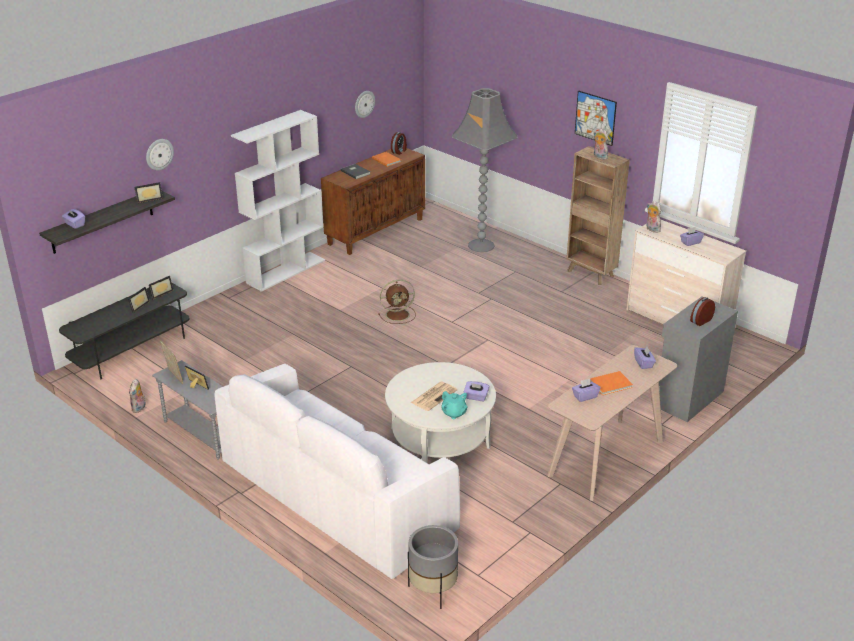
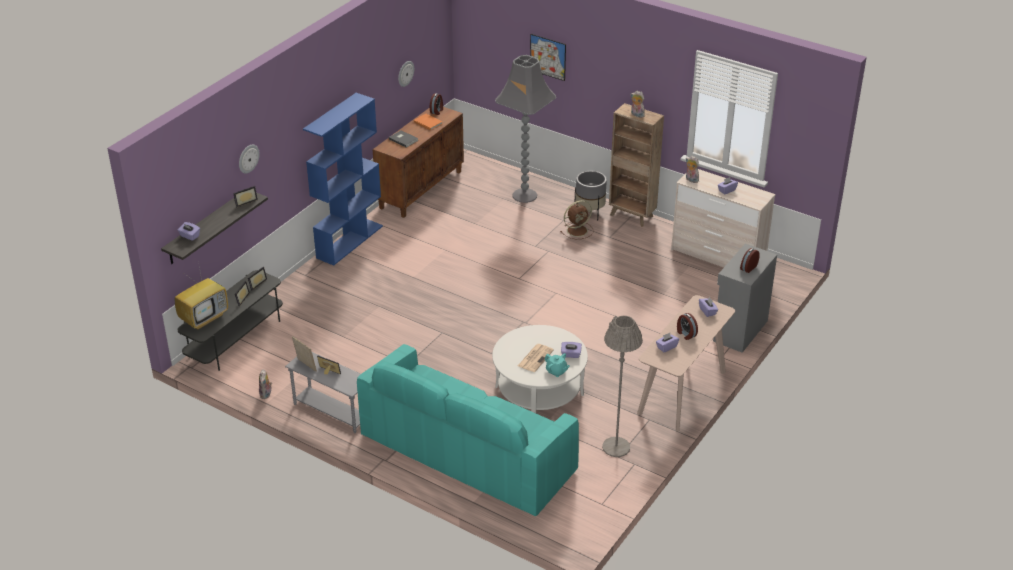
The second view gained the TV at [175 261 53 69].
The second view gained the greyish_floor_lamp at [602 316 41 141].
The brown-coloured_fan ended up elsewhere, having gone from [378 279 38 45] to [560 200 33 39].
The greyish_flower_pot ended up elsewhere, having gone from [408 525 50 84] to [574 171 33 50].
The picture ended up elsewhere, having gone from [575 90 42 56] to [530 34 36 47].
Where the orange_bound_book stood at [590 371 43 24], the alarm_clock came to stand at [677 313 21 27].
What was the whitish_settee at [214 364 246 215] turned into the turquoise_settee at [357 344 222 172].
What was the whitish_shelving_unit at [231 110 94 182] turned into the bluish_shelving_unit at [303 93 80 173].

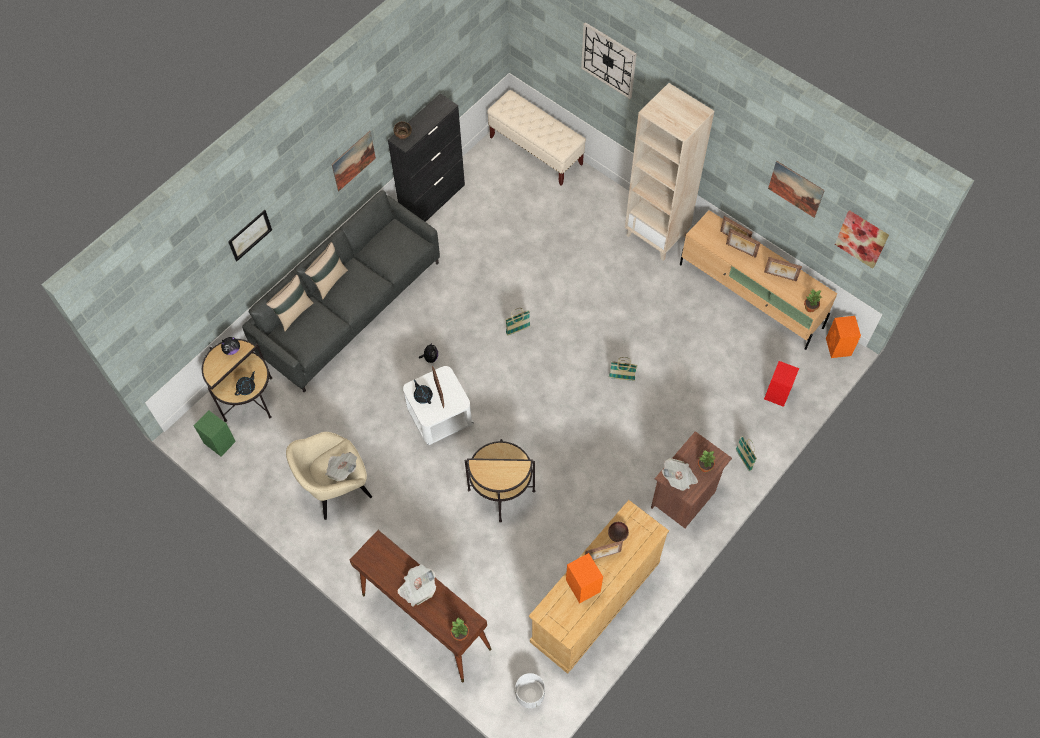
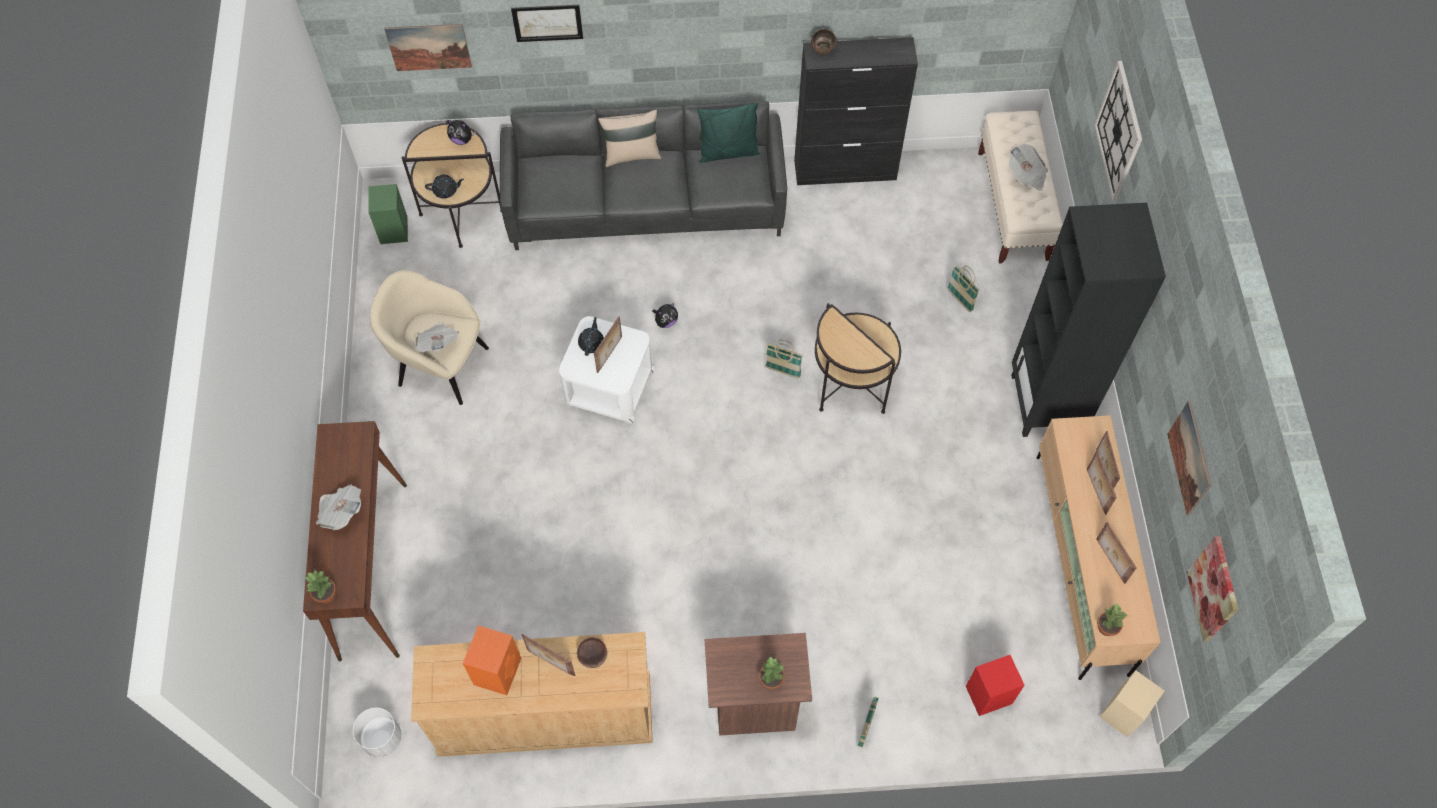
The second view lost the sand-coloured_pillow at [266 274 48 57].
The second view gained the green_pillow at [697 102 63 61].
The picture ended up elsewhere, having gone from [332 131 44 60] to [384 24 88 47].
The accent_table ended up elsewhere, having gone from [465 439 70 84] to [815 303 86 111].
The storage_basket ended up elsewhere, having gone from [609 357 28 24] to [947 265 33 47].
The newspaper ended up elsewhere, having gone from [662 458 36 33] to [1008 144 40 47].
What was the sand-coloured_shelving_unit at [625 83 89 178] turned into the blackish_shelving_unit at [1011 203 155 234].
What was the orange_speaker at [826 316 35 42] turned into the sand-coloured_speaker at [1100 670 64 67].

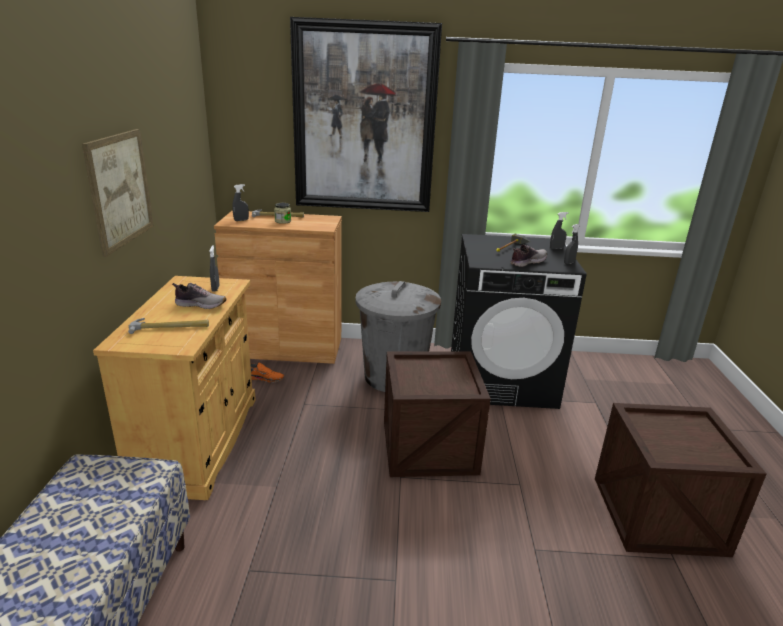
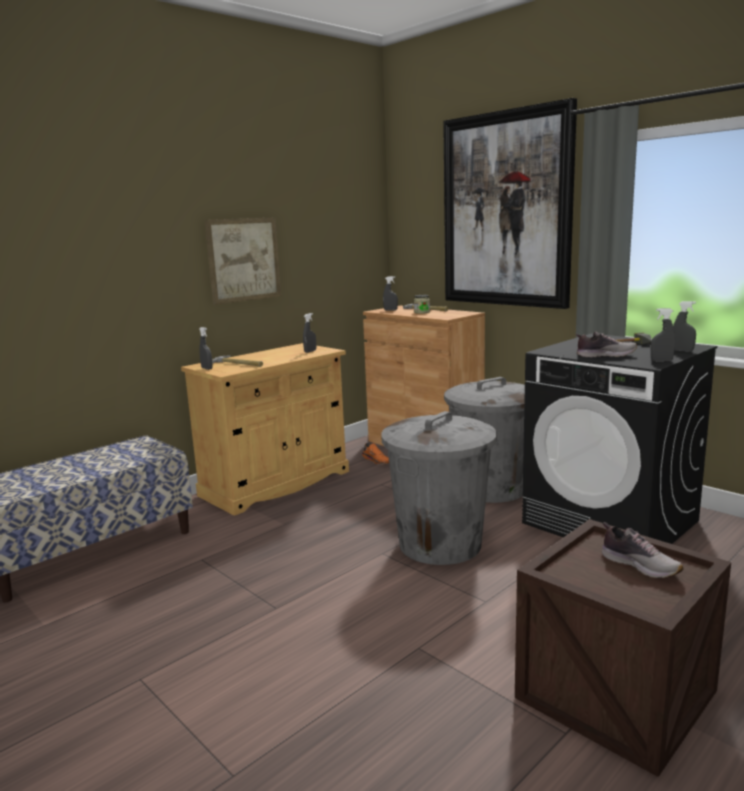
The second view gained the greyish_sprayer at [199 327 14 43].
The low_shoe ended up elsewhere, having gone from [172 283 55 26] to [602 522 81 56].
Where the shipping_crate stood at [384 351 107 126], the greyish_trash_can came to stand at [381 411 116 154].

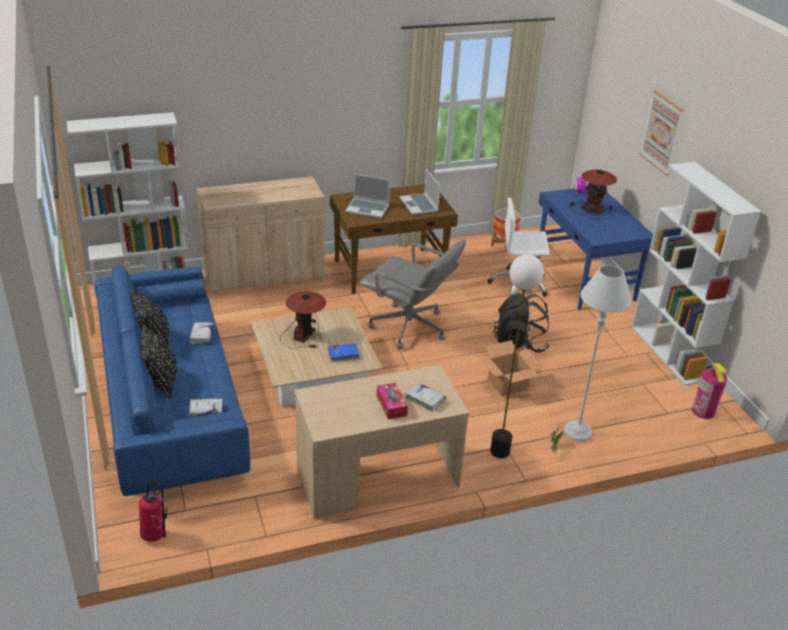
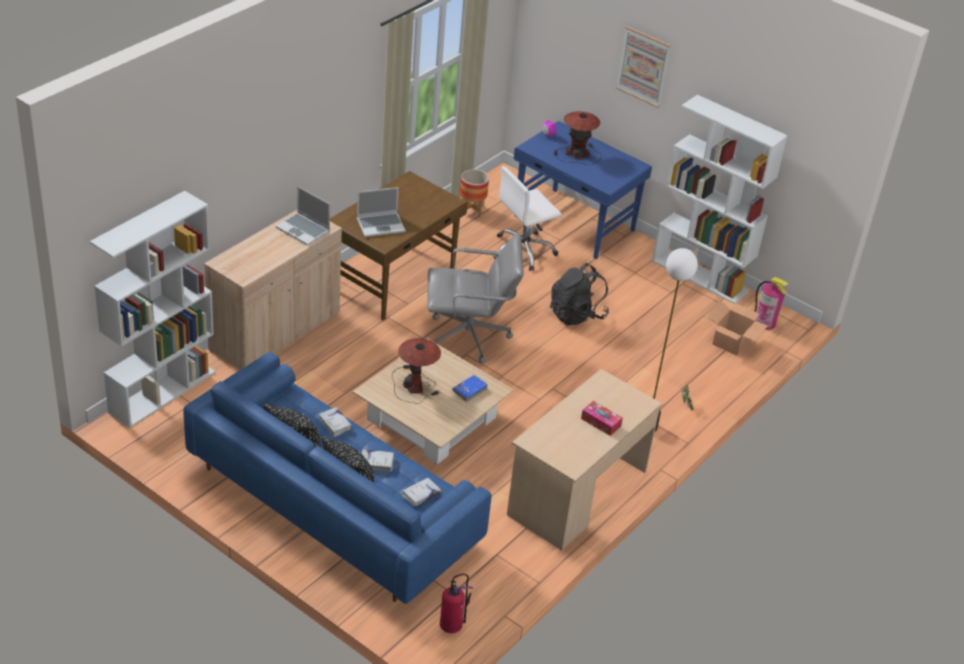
The second view lost the greyish_floor_lamp at [564 265 68 176].
The notebook_computer ended up elsewhere, having gone from [400 169 40 46] to [276 187 54 58].
The whitish_bound_book ended up elsewhere, having gone from [406 382 40 30] to [362 449 33 23].
The carton ended up elsewhere, having gone from [482 340 58 56] to [707 300 61 56].

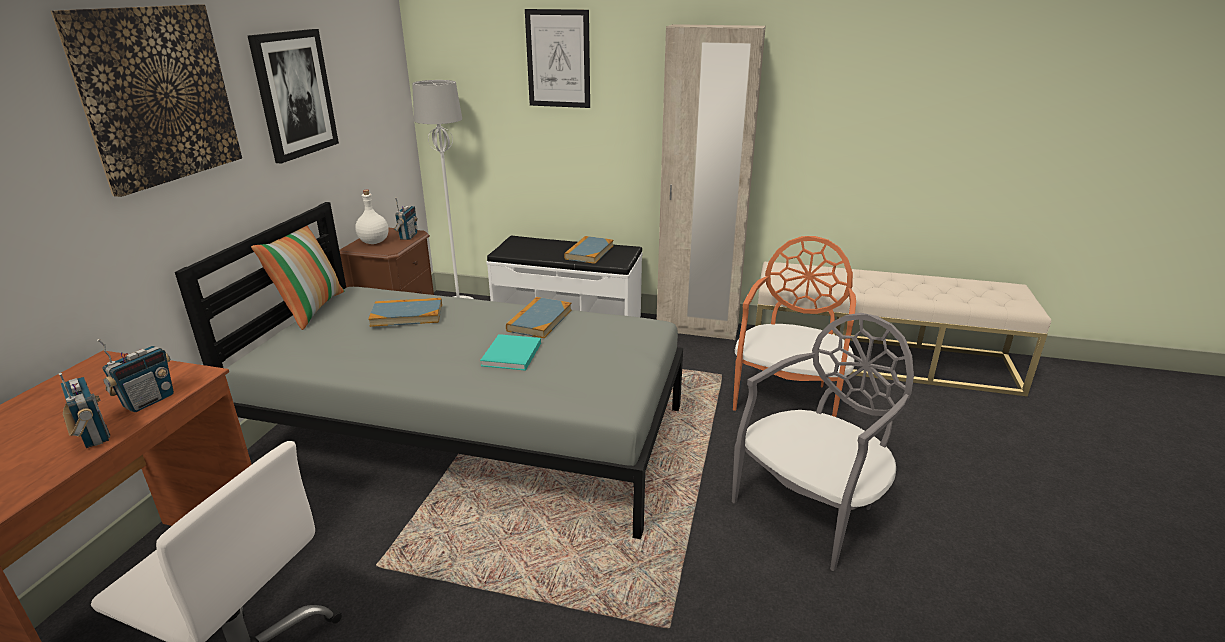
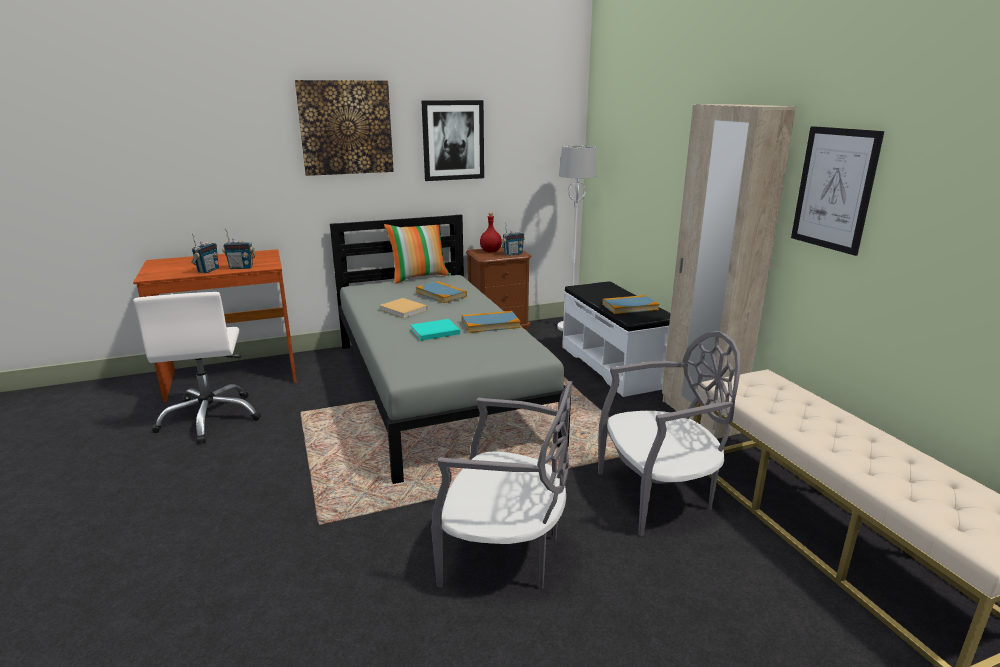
The second view gained the sand-coloured_bound_book at [379 298 49 20].
The picture ended up elsewhere, having gone from [525 9 65 99] to [791 126 93 130].
What was the whitish_bottle at [355 190 34 54] turned into the reddish_bottle at [480 213 22 39].
What was the orange_plain_chair at [733 236 123 181] turned into the greyish_plain_chair at [598 331 143 205].

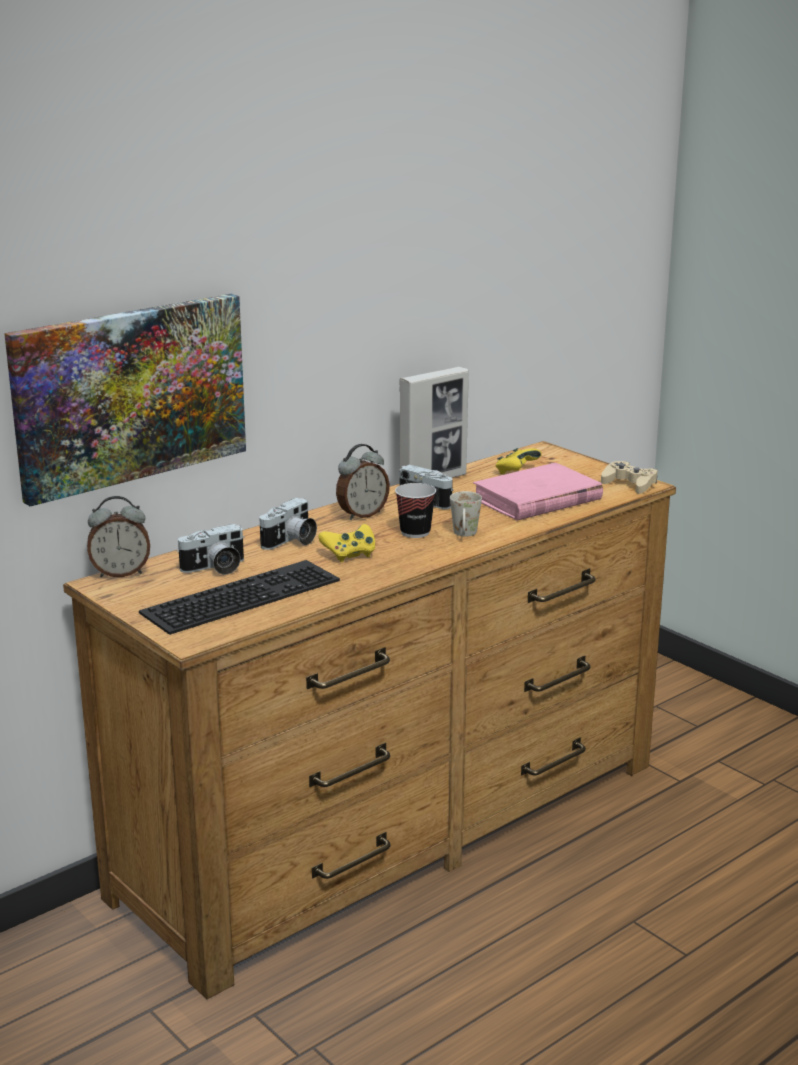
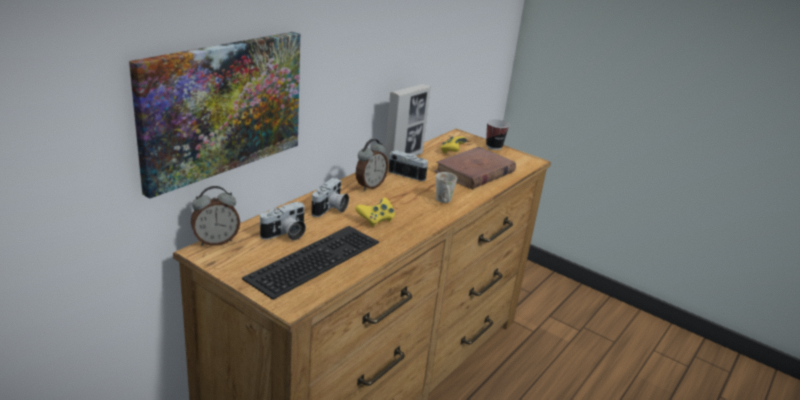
The second view lost the sand-coloured_joypad at [601 461 57 33].
The cup ended up elsewhere, having gone from [395 483 41 55] to [486 119 24 31].
What was the pink-coloured_bound_book at [473 463 130 58] turned into the brown-coloured_bound_book at [434 147 82 42].

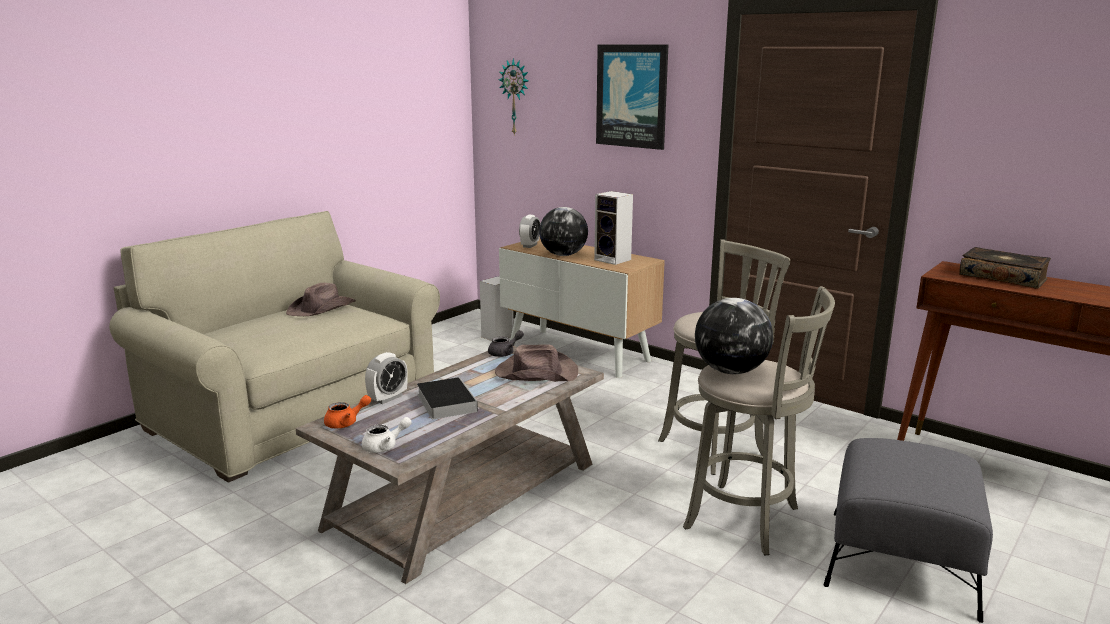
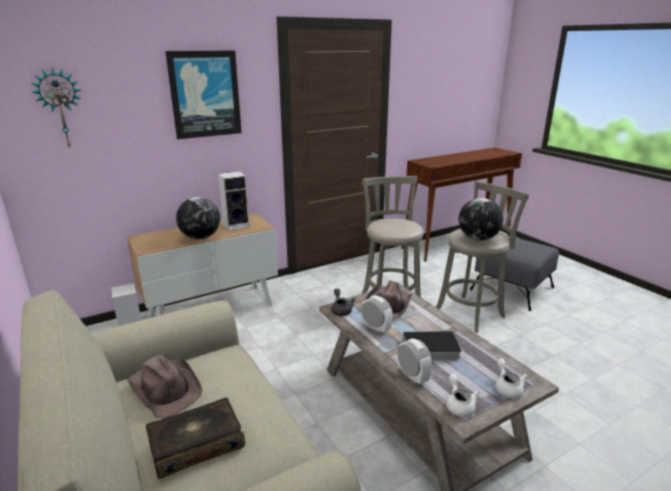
The alarm_clock ended up elsewhere, having gone from [519 215 21 33] to [361 295 32 39].
The bound_book ended up elsewhere, having gone from [959 247 92 42] to [146 398 99 81].
What was the orange_tea_pot at [324 395 47 33] turned into the whitish_tea_pot at [446 374 34 43].

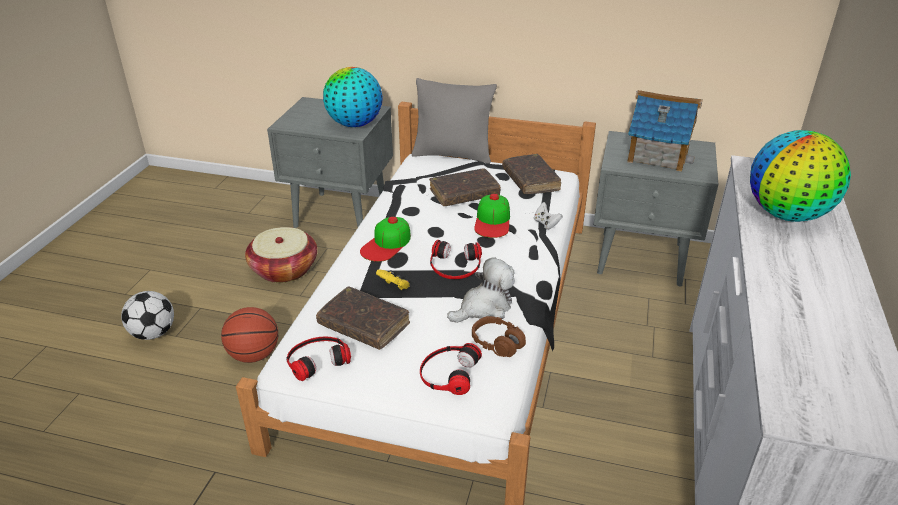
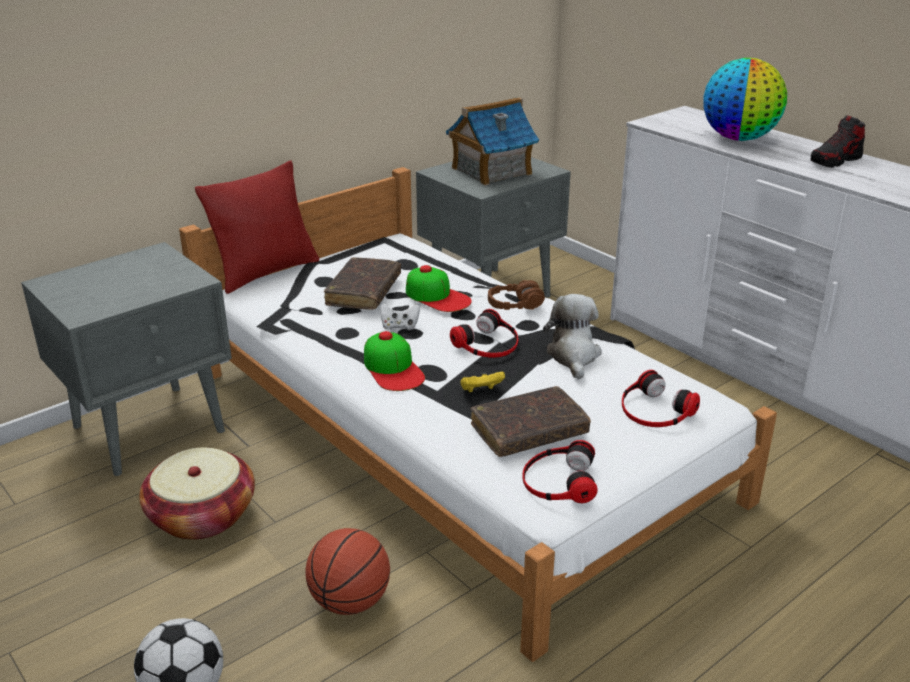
The second view lost the world_globe at [323 67 60 60].
The second view lost the brown-coloured_bound_book at [502 154 59 40].
The second view gained the low_shoe at [811 115 54 53].
The brown-coloured_pair_of_headphones ended up elsewhere, having gone from [472 316 54 41] to [488 280 57 30].
The whitish_joypad ended up elsewhere, having gone from [534 202 28 27] to [380 303 40 27].
What was the greyish_pillow at [412 78 85 86] turned into the reddish_pillow at [195 160 124 134].

